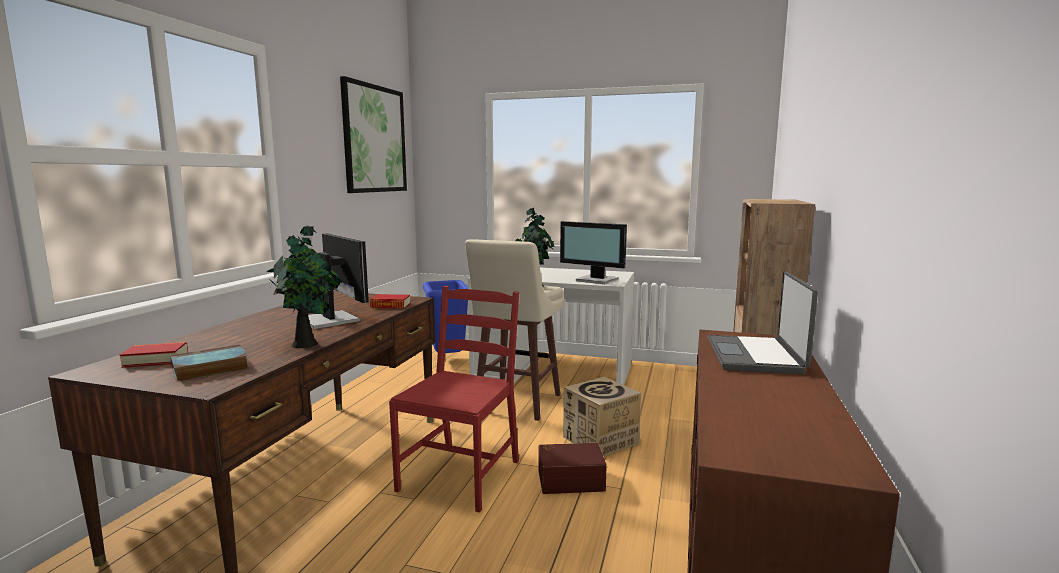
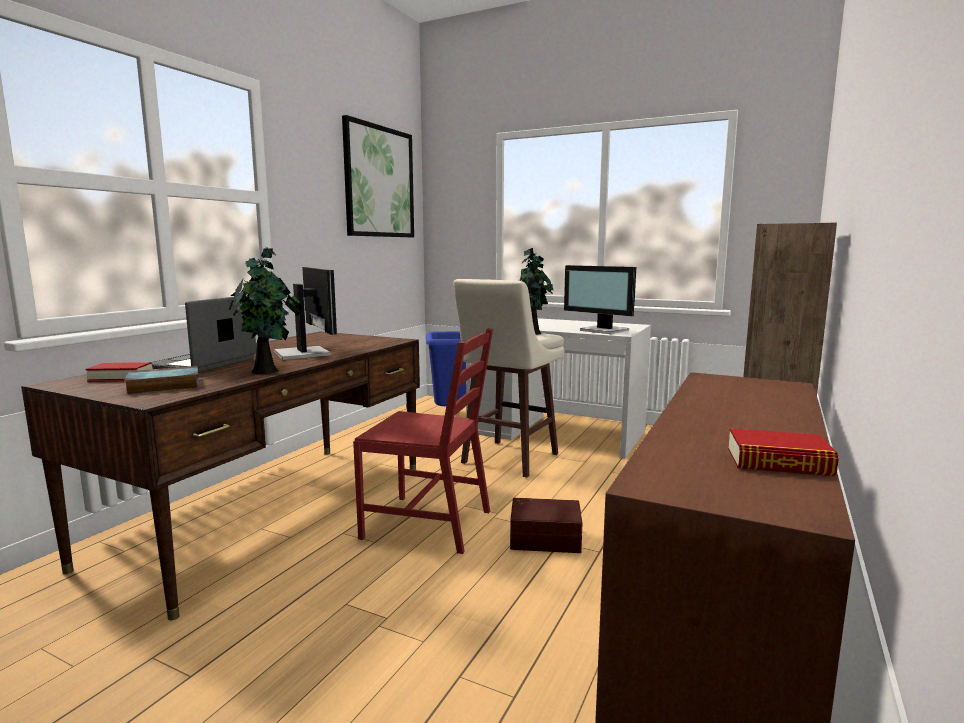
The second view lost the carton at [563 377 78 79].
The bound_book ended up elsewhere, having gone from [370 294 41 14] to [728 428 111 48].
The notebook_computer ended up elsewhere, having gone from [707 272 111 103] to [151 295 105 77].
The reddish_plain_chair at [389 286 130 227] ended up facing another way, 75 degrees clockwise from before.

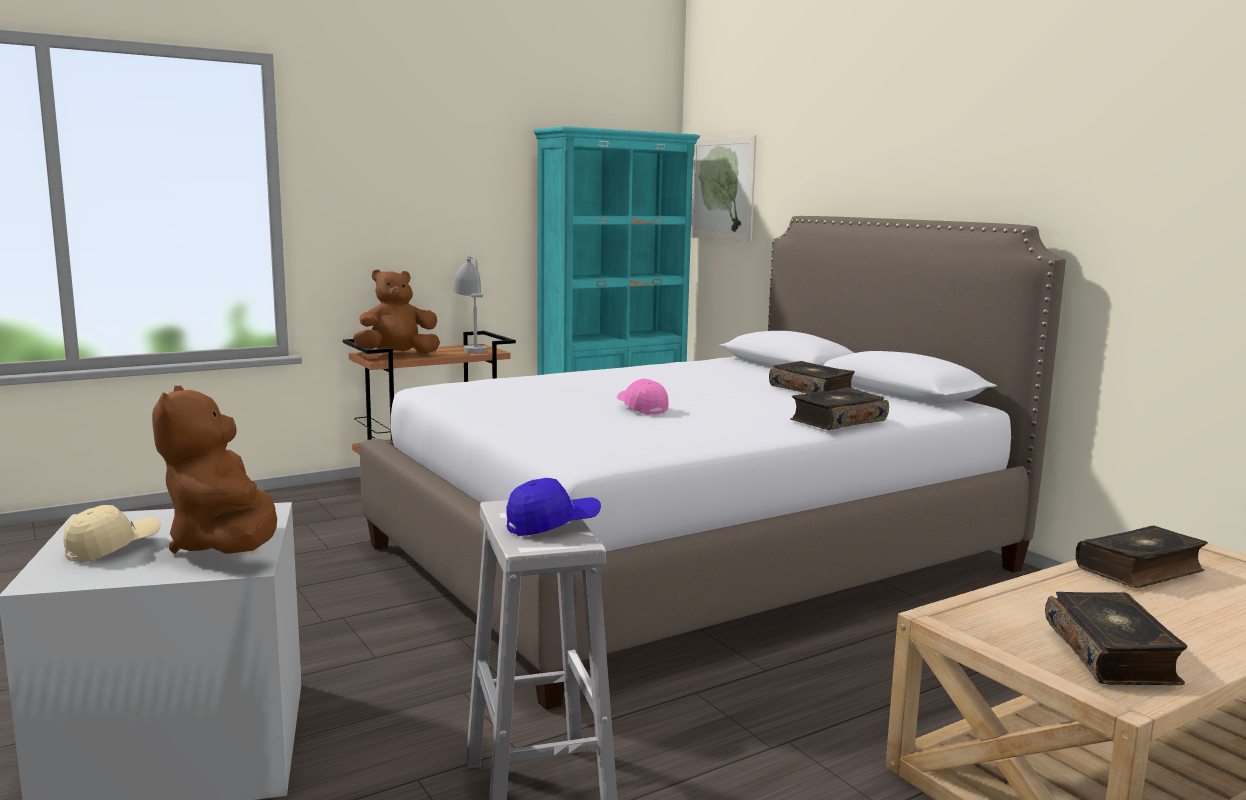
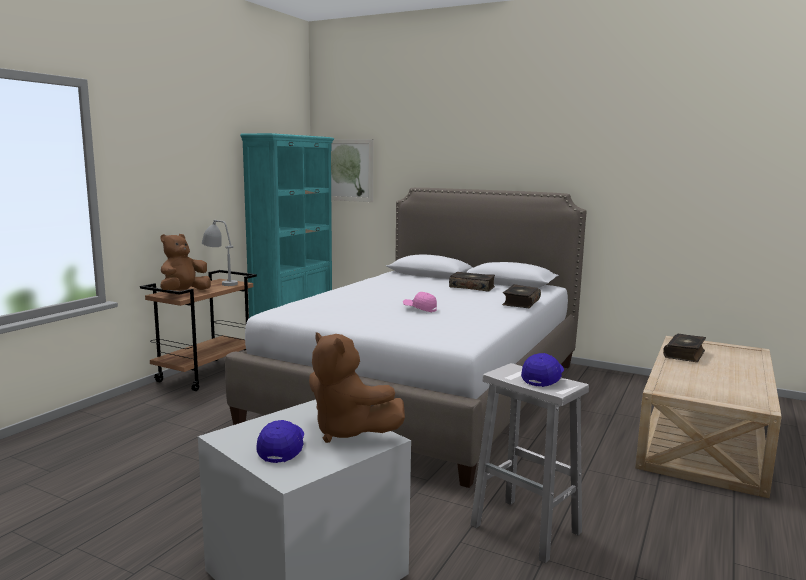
The second view lost the bound_book at [1045 592 142 93].
What was the sand-coloured_cap at [63 505 98 58] turned into the bluish_cap at [256 420 48 43].

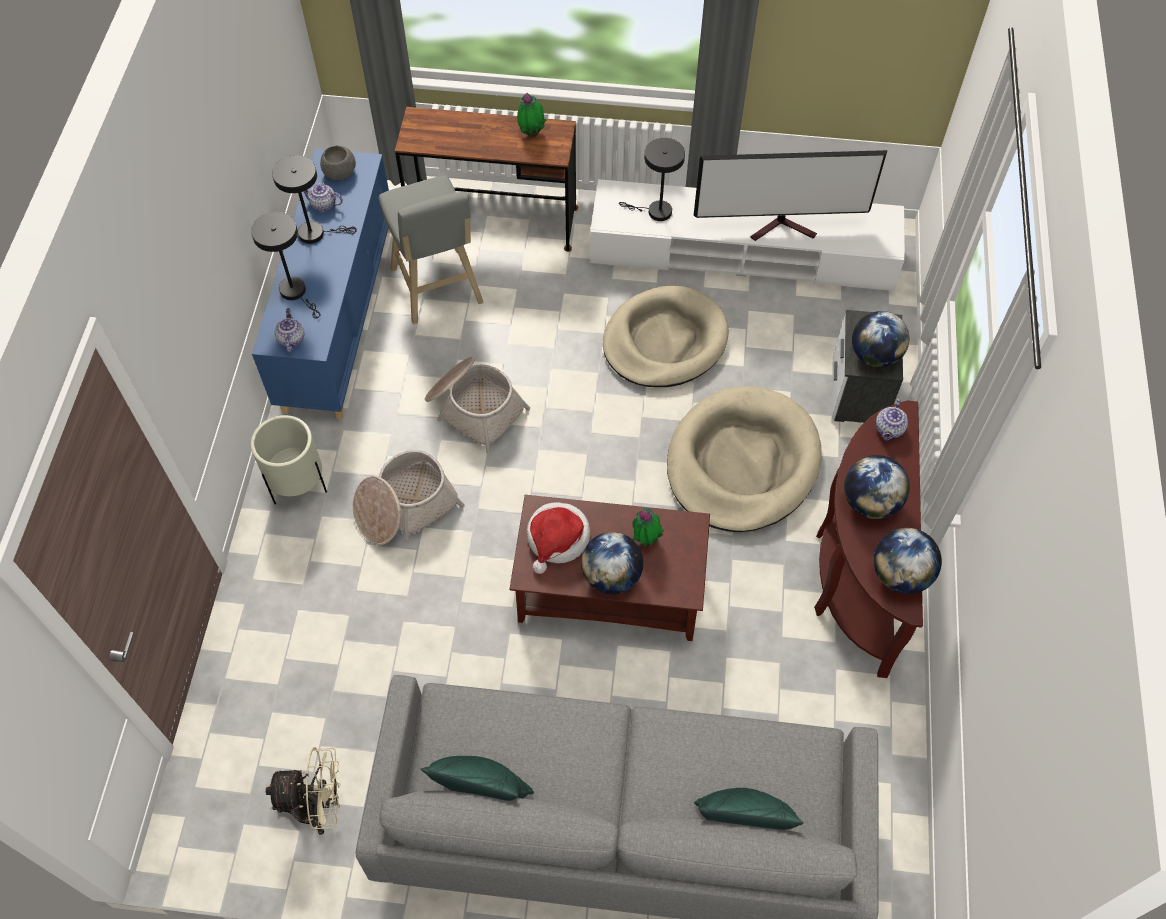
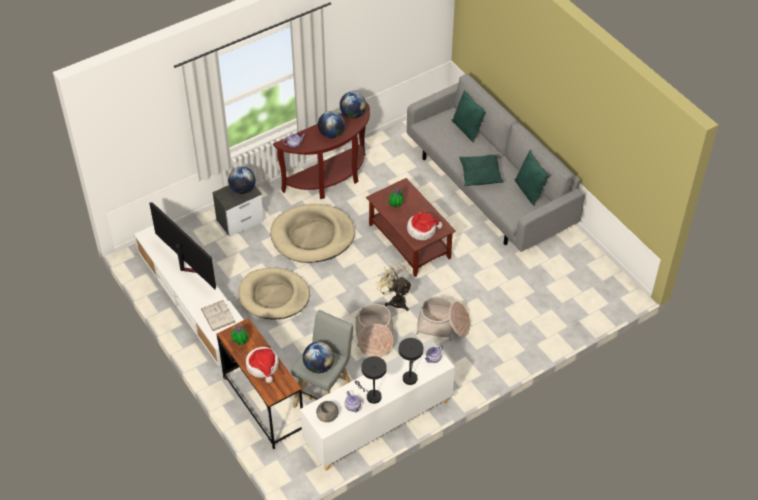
The second view lost the sand-coloured_flower_pot at [251 415 76 89].
The second view gained the clothing_hat at [246 347 33 36].
The second view gained the green_pillow at [459 154 45 32].
The sand-coloured_fan ended up elsewhere, having gone from [266 747 74 88] to [375 262 37 49].
The world_globe ended up elsewhere, having gone from [581 532 62 62] to [303 342 31 31].
Where the blackish_lamp_for_a_table stood at [619 138 66 83], the whitish_bound_book came to stand at [201 300 34 31].
What was the bluish_cabinet at [252 148 138 271] turned into the whitish_cabinet at [300 339 155 132].

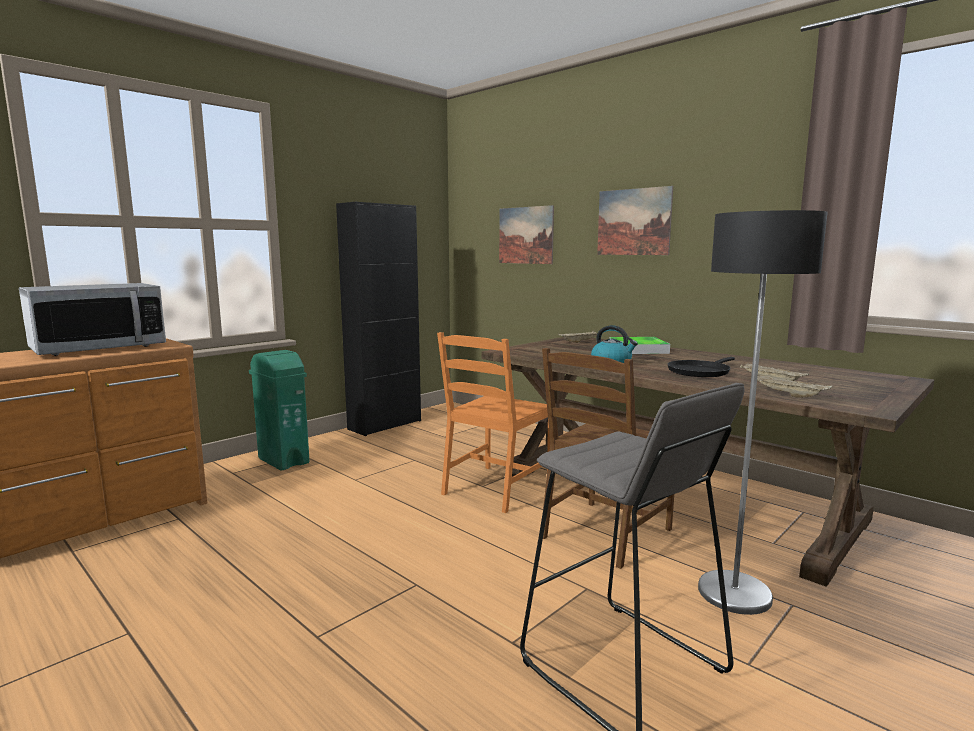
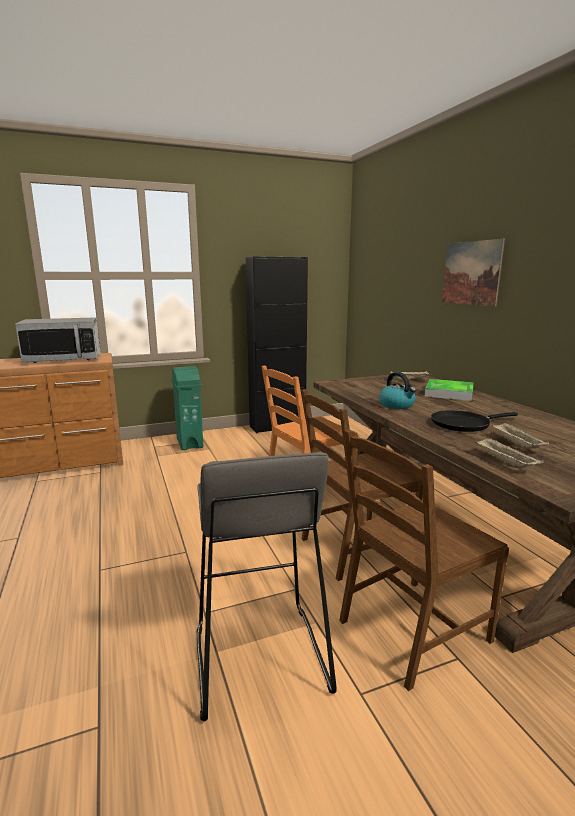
The second view lost the picture at [499 205 55 59].
Where the floor_lamp stood at [698 210 130 405], the brown-coloured_plain_chair came to stand at [339 430 170 261].

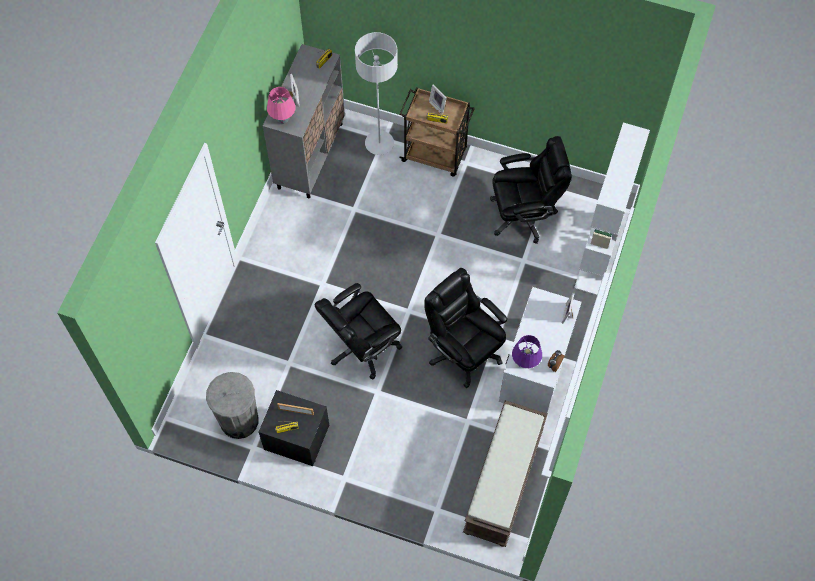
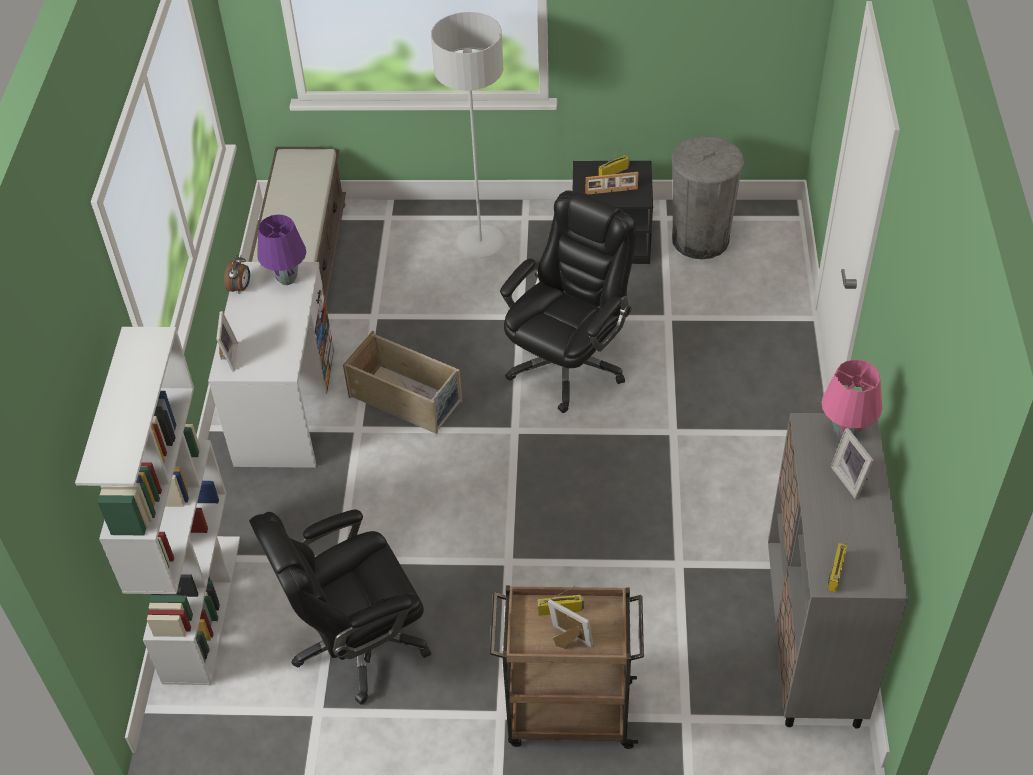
The greyish_floor_lamp ended up elsewhere, having gone from [355 32 43 123] to [431 12 73 245].
Where the blackish_office_chair stood at [424 268 83 120], the sand-coloured_storage_bin came to stand at [343 331 120 103].

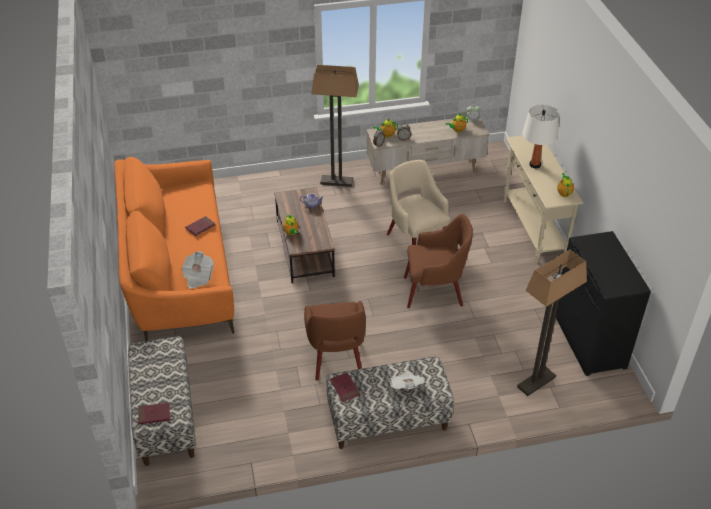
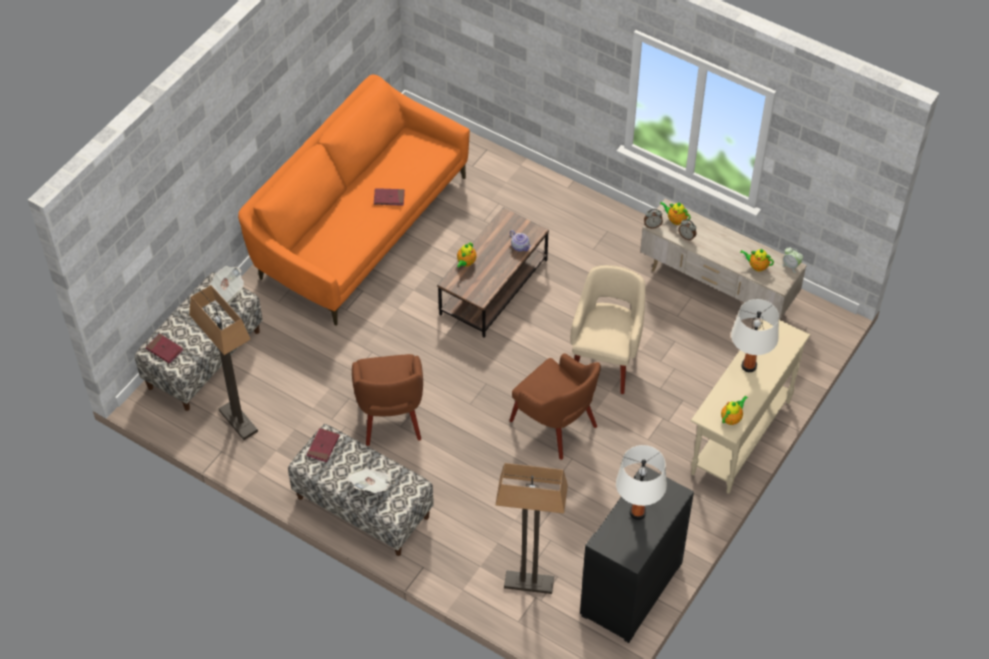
The second view gained the whitish_lamp_for_a_table at [616 445 51 75].
The newspaper ended up elsewhere, having gone from [181 251 33 38] to [209 266 35 40].
The floor_lamp ended up elsewhere, having gone from [311 65 48 122] to [189 285 69 155].
The brown-coloured_armchair at [304 301 62 80] ended up facing another way, 45 degrees counterclockwise from before.

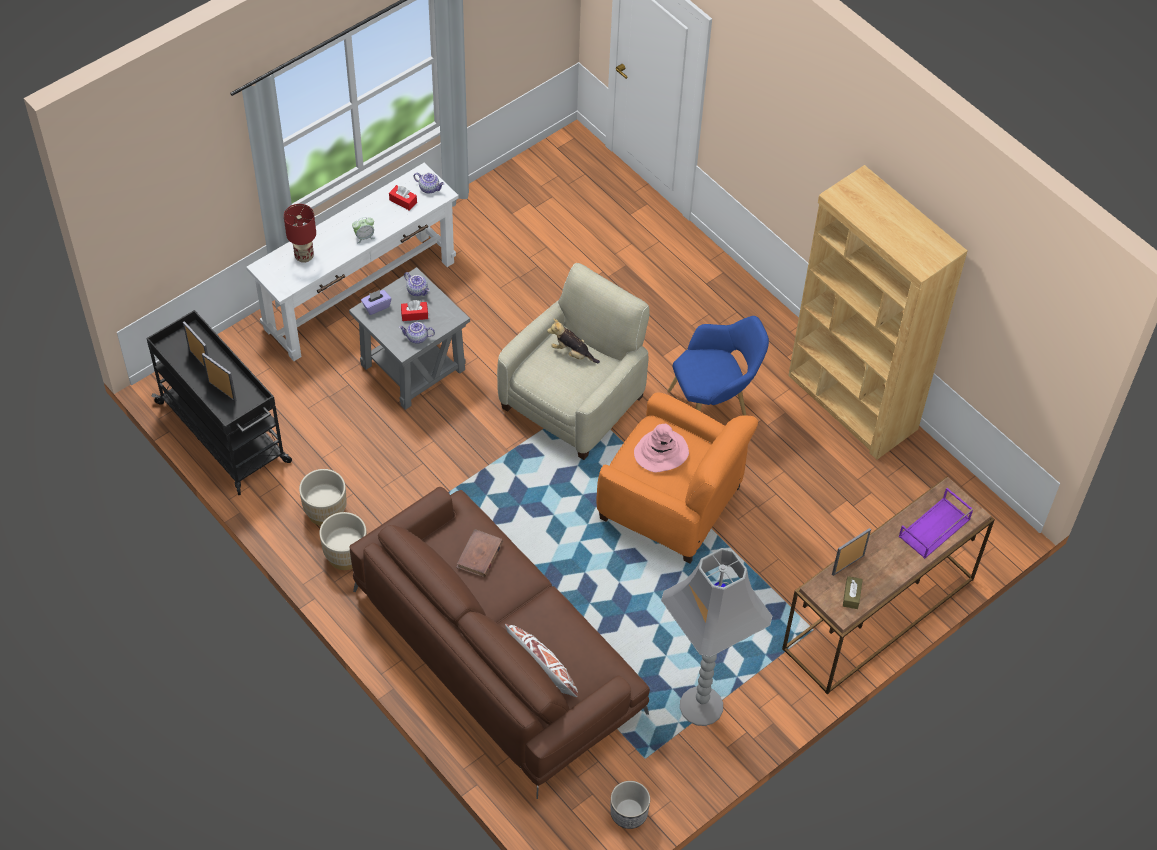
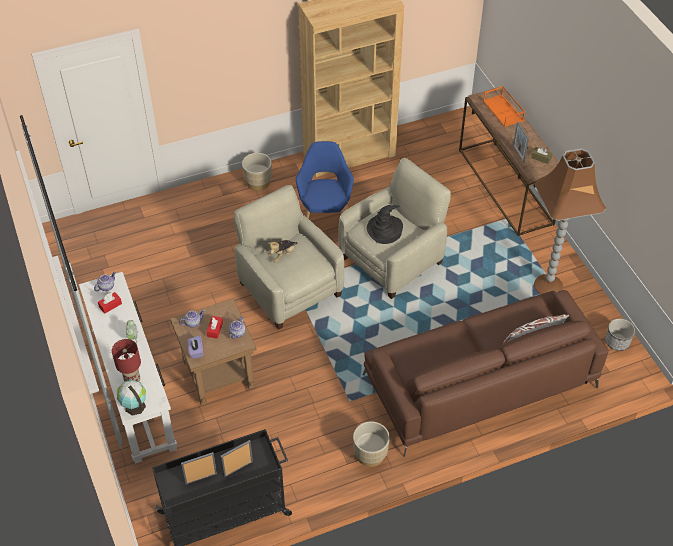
The second view lost the brown-coloured_bound_book at [456 529 47 48].
The second view gained the world_globe at [117 380 29 36].
The sand-coloured_flower_pot ended up elsewhere, having gone from [299 469 48 57] to [242 153 30 38].
What was the greyish_accent_table at [349 267 121 143] turned into the brown-coloured_accent_table at [170 298 86 108].
What was the orange_armchair at [596 392 162 172] turned into the sand-coloured_armchair at [338 158 113 141].
What was the pink-coloured_clothing_hat at [634 424 55 49] turned into the blackish_clothing_hat at [366 205 37 39].
What was the greyish_floor_lamp at [661 548 111 178] turned into the brown-coloured_floor_lamp at [534 148 72 146].
What was the purplish_serving_tray at [899 488 75 71] turned into the orange_serving_tray at [483 86 42 41].

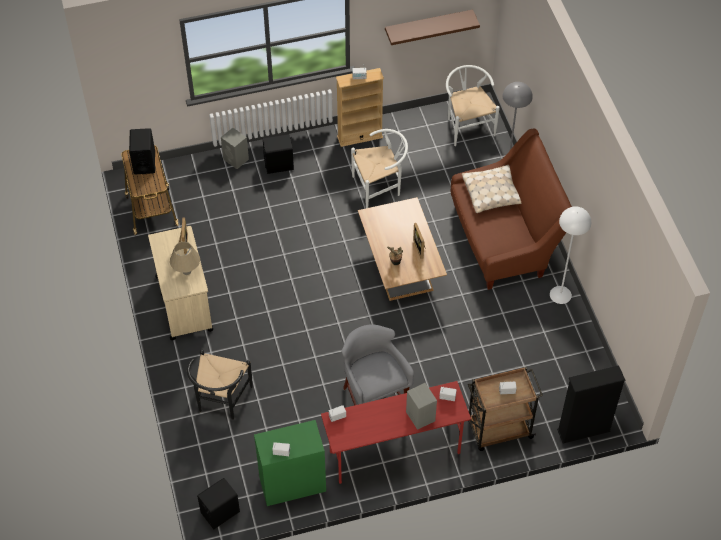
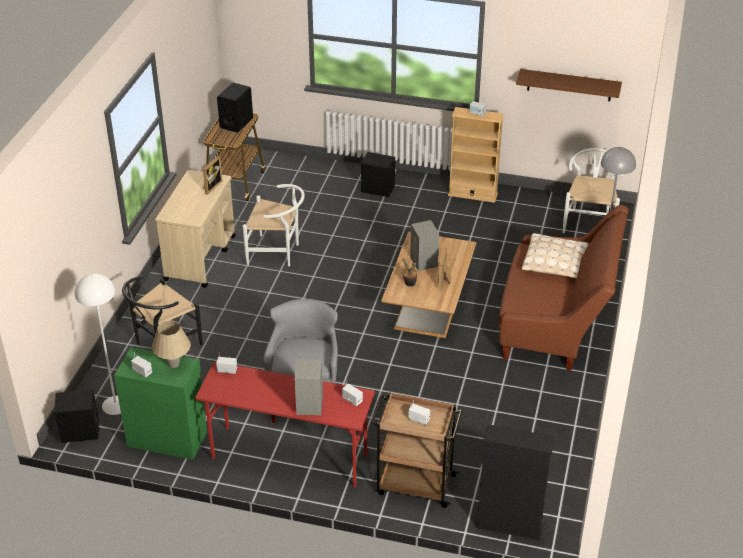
The sand-coloured_lamp_for_a_table ended up elsewhere, having gone from [170 242 30 33] to [152 320 39 48].
The greyish_speaker ended up elsewhere, having gone from [221 128 28 41] to [410 220 29 51].
The whitish_plain_chair ended up elsewhere, having gone from [351 129 57 79] to [243 184 62 82].
The whitish_floor_lamp ended up elsewhere, having gone from [550 206 41 98] to [75 273 46 142].

